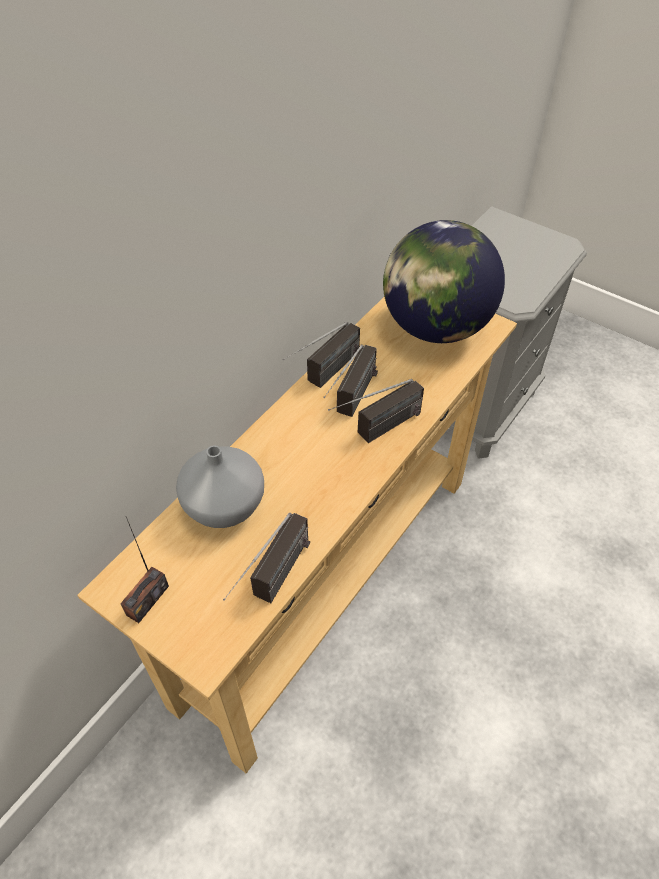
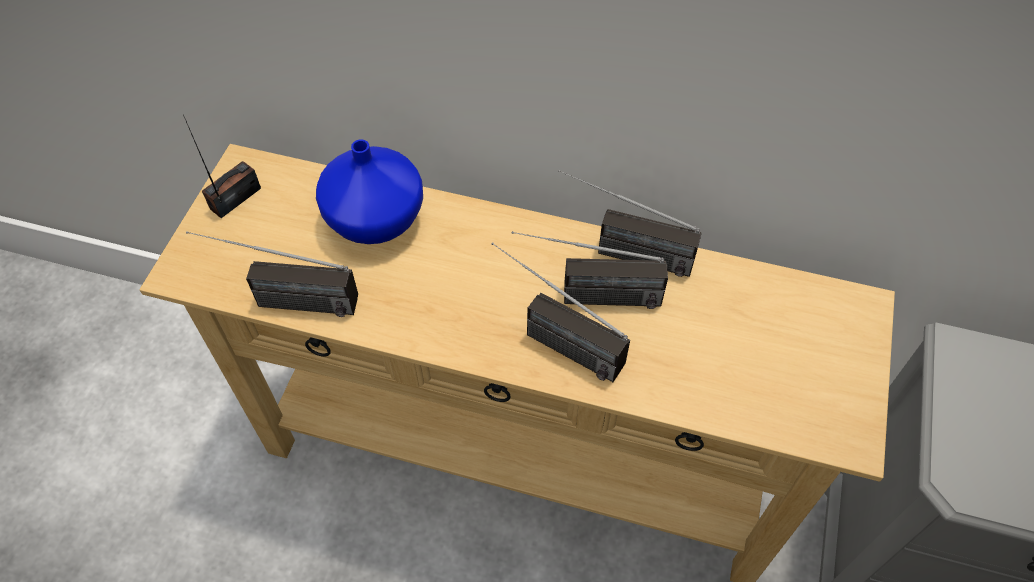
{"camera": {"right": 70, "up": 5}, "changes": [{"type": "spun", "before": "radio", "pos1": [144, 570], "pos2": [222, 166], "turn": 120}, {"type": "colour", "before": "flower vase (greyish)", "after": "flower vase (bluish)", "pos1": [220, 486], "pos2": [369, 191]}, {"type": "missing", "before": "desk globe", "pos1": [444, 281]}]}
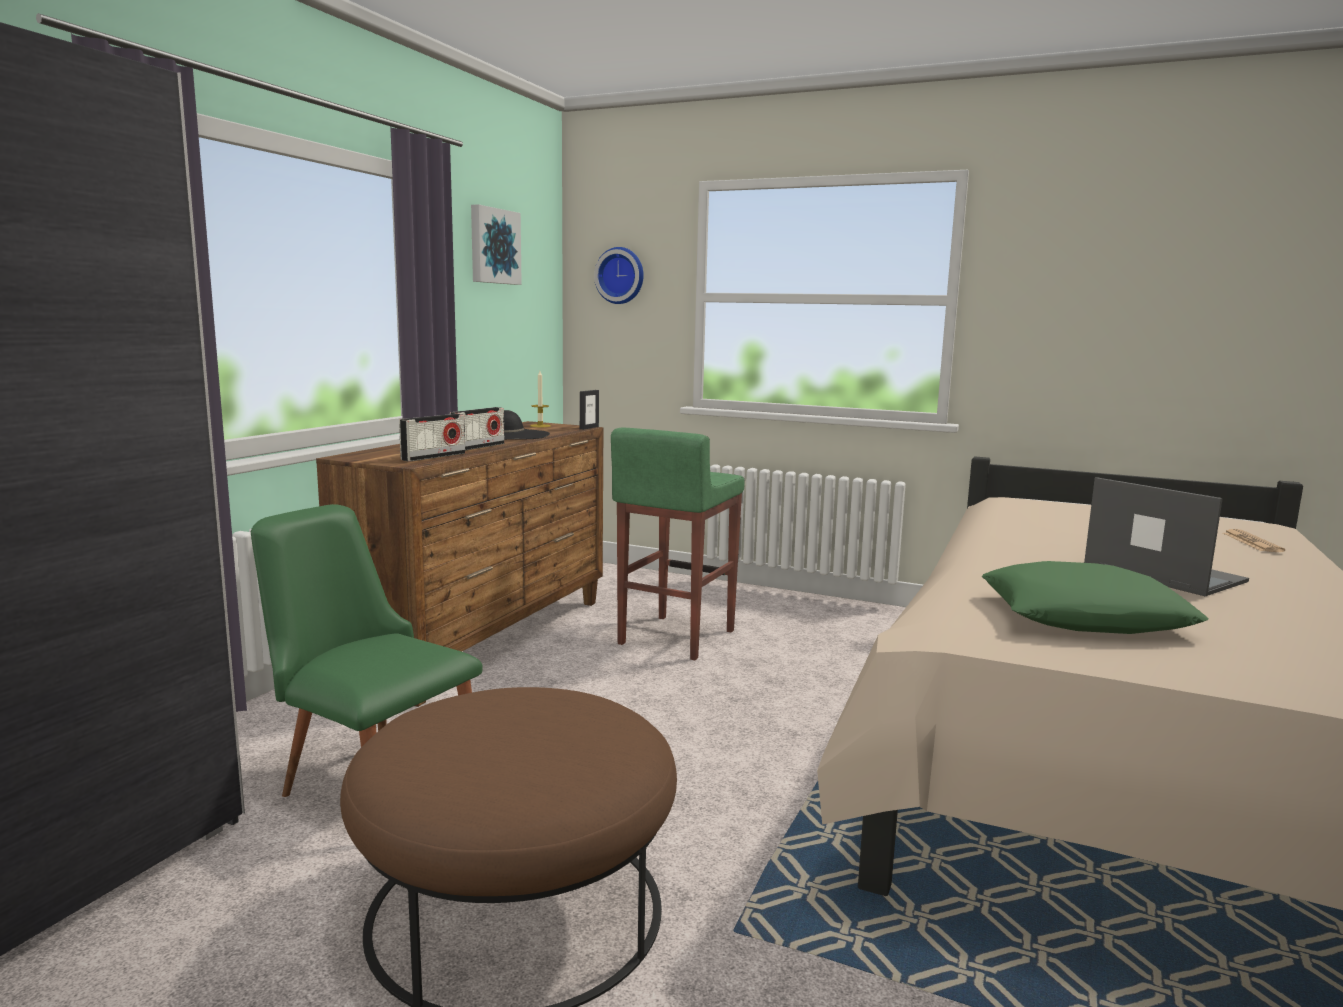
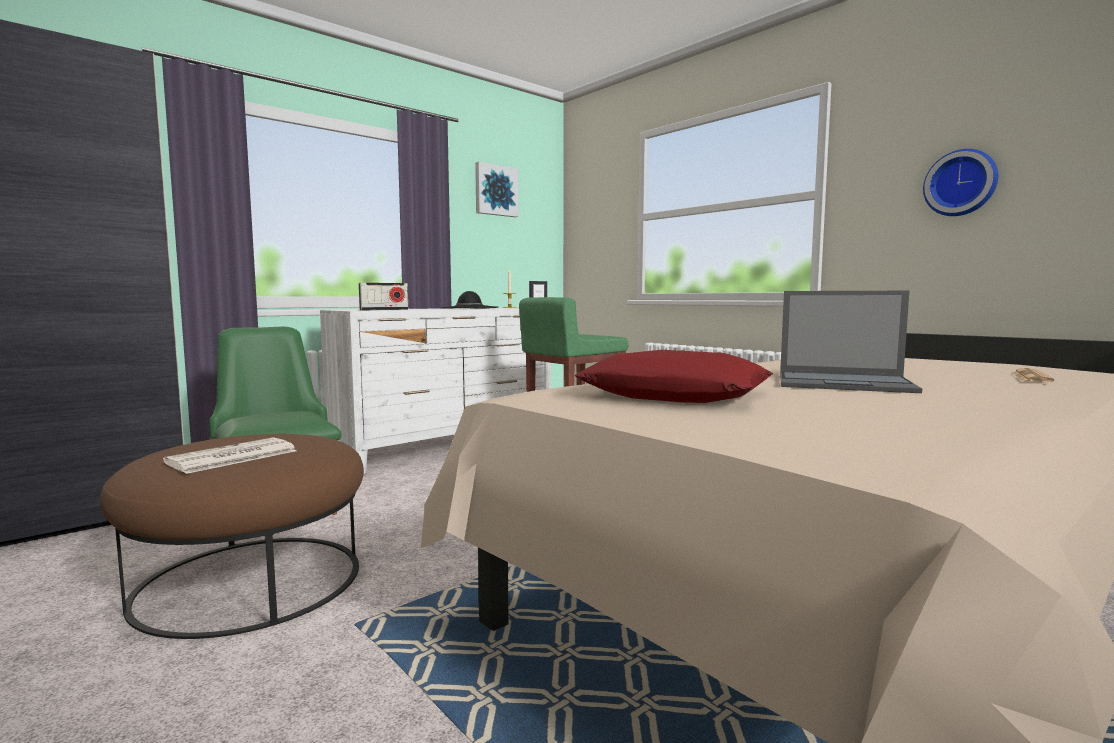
{"camera": {"right": 25, "up": -5}, "changes": [{"type": "appeared", "after": "printed paper", "pos2": [229, 455]}, {"type": "colour", "before": "drawer chest (brownish)", "after": "drawer chest (white)", "pos1": [459, 564], "pos2": [435, 391]}, {"type": "colour", "before": "pillow (greenish)", "after": "pillow (red-coloured)", "pos1": [1095, 597], "pos2": [674, 376]}, {"type": "spun", "before": "laptop", "pos1": [1166, 536], "pos2": [851, 342], "turn": 120}, {"type": "relocated", "before": "wall clock", "pos1": [619, 275], "pos2": [960, 182]}, {"type": "missing", "before": "radio", "pos1": [477, 428]}]}
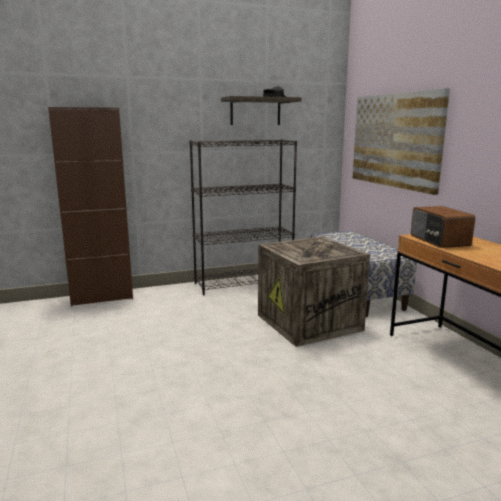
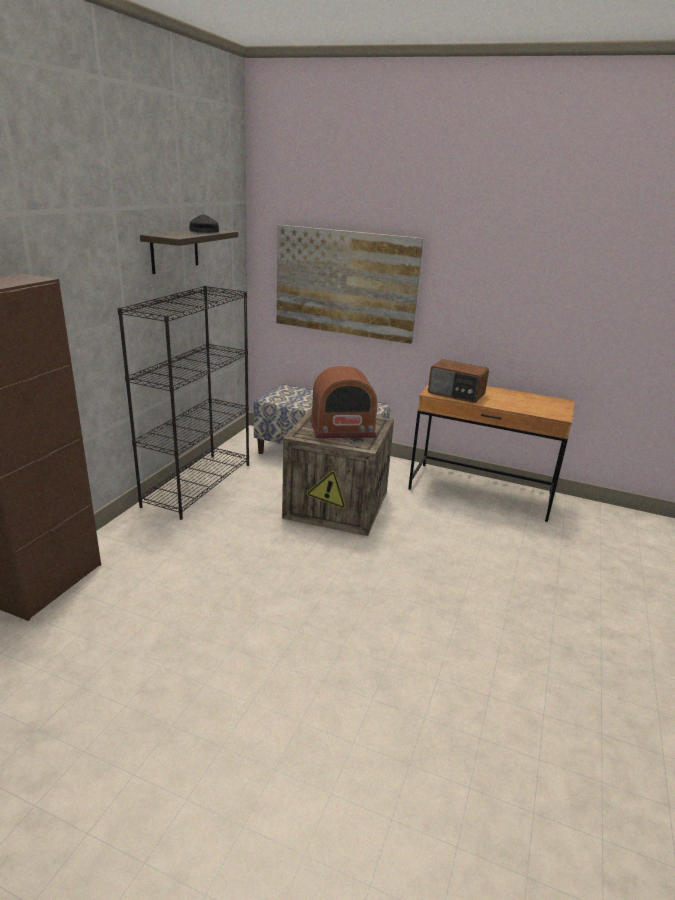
{"camera": {"right": -50, "up": 10}, "changes": [{"type": "appeared", "after": "radio", "pos2": [343, 402]}]}
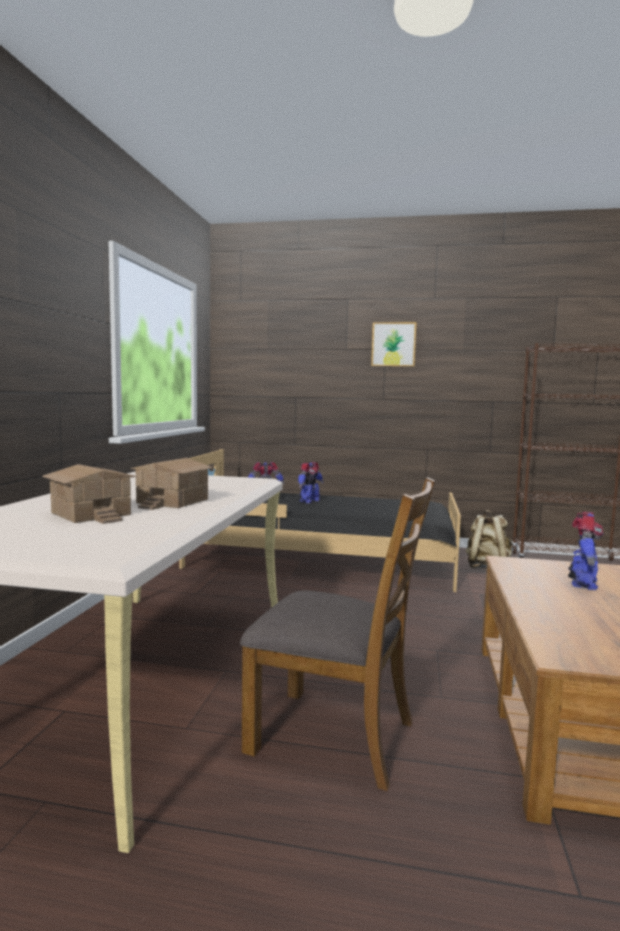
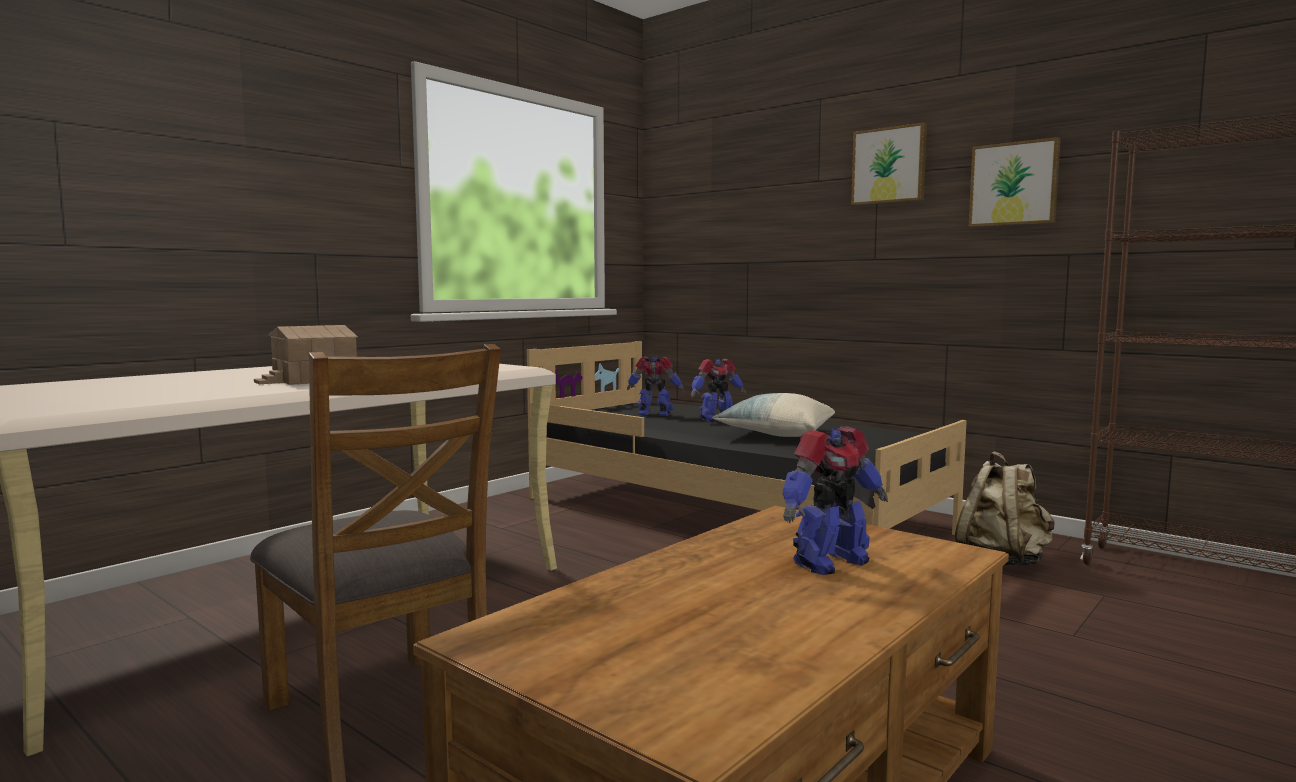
{"camera": {"right": 30, "up": 0}, "changes": [{"type": "appeared", "after": "pillow", "pos2": [773, 415]}, {"type": "appeared", "after": "picture", "pos2": [1015, 182]}, {"type": "missing", "before": "model house", "pos1": [89, 494]}]}
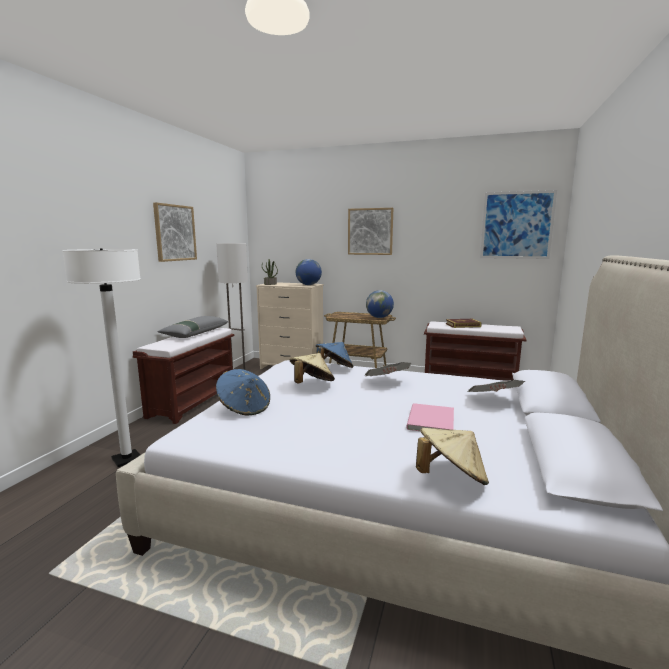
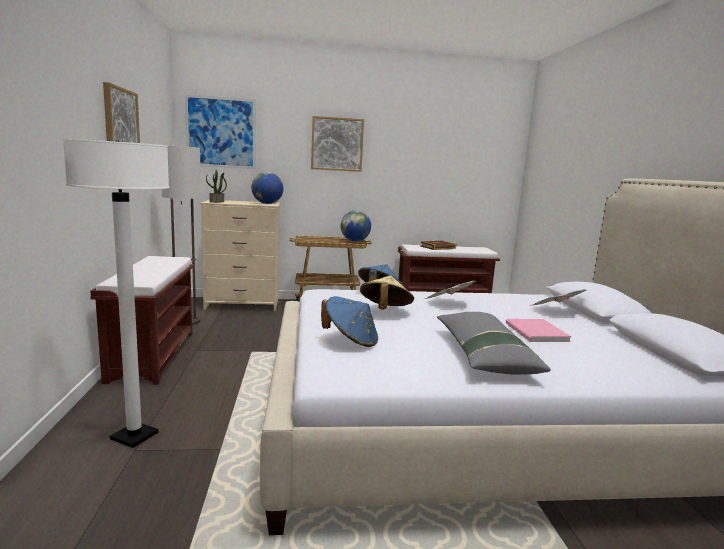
{"camera": {"right": -25, "up": 0}, "changes": [{"type": "relocated", "before": "picture", "pos1": [518, 224], "pos2": [220, 131]}, {"type": "relocated", "before": "pillow (greyish)", "pos1": [192, 327], "pos2": [494, 343]}, {"type": "missing", "before": "wearable hat (beige)", "pos1": [452, 456]}]}
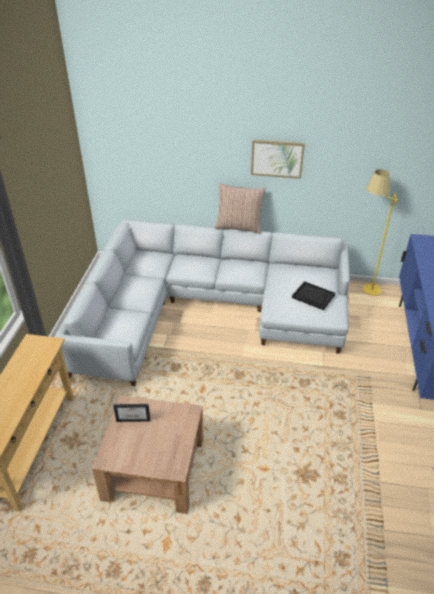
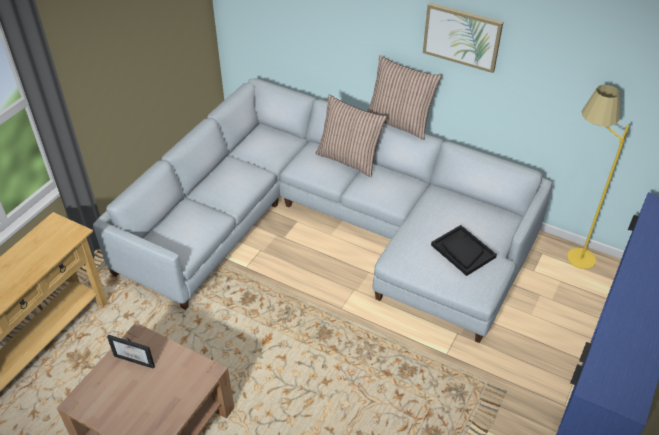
{"camera": {"right": 20, "up": 5}, "changes": [{"type": "appeared", "after": "pillow", "pos2": [351, 136]}]}
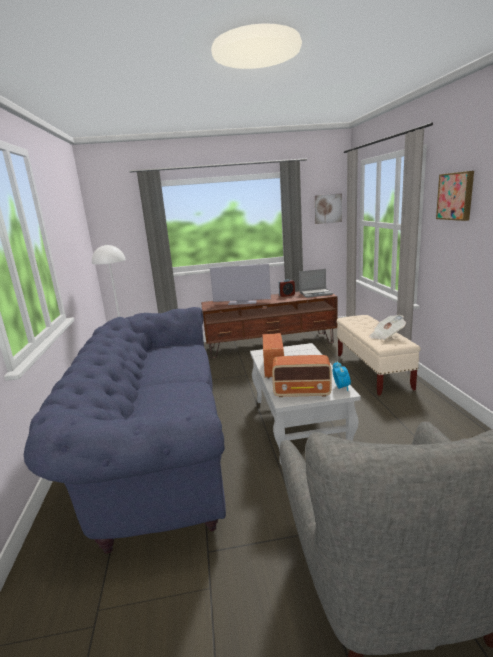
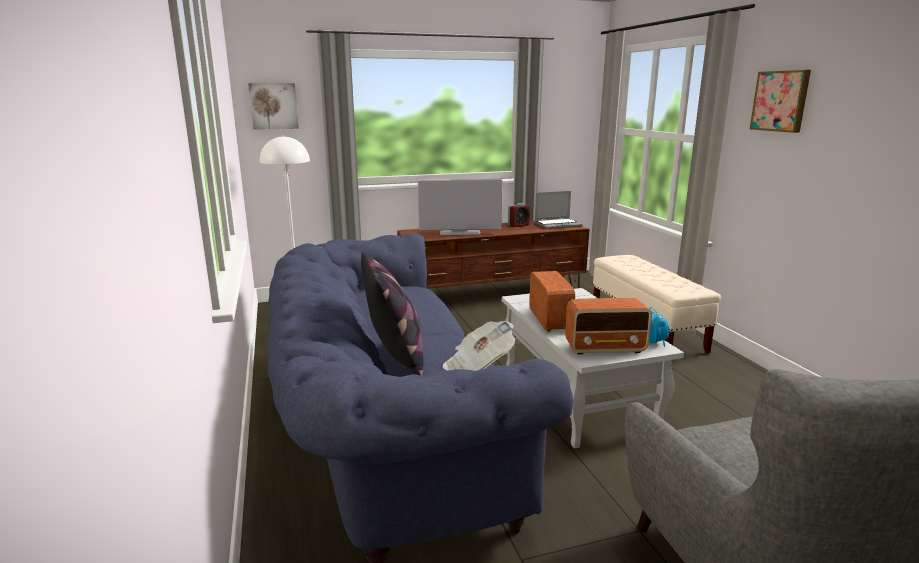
{"camera": {"right": -10, "up": 0}, "changes": [{"type": "relocated", "before": "picture", "pos1": [328, 208], "pos2": [273, 106]}, {"type": "appeared", "after": "pillow", "pos2": [392, 314]}, {"type": "relocated", "before": "printed paper", "pos1": [387, 327], "pos2": [479, 346]}]}
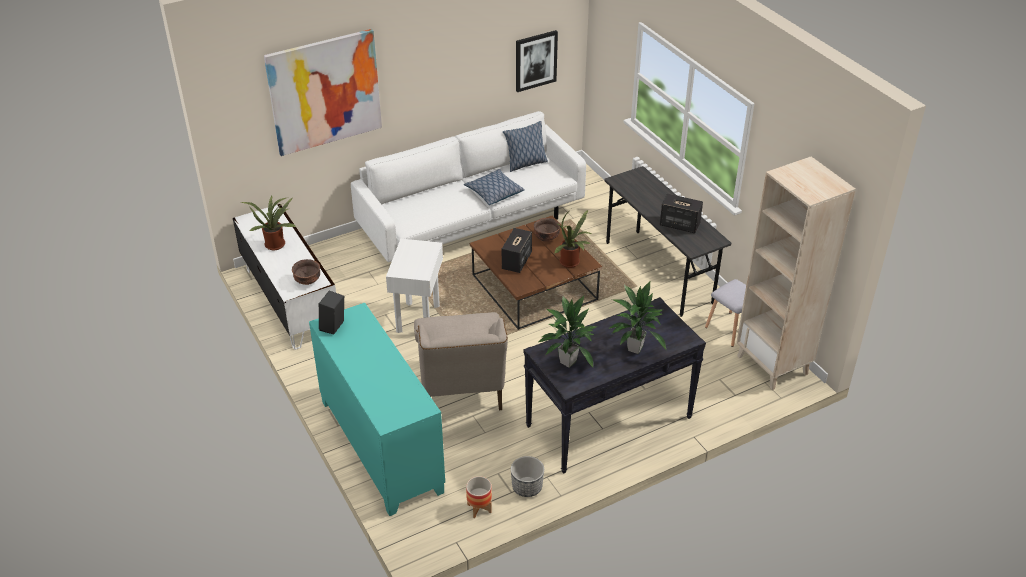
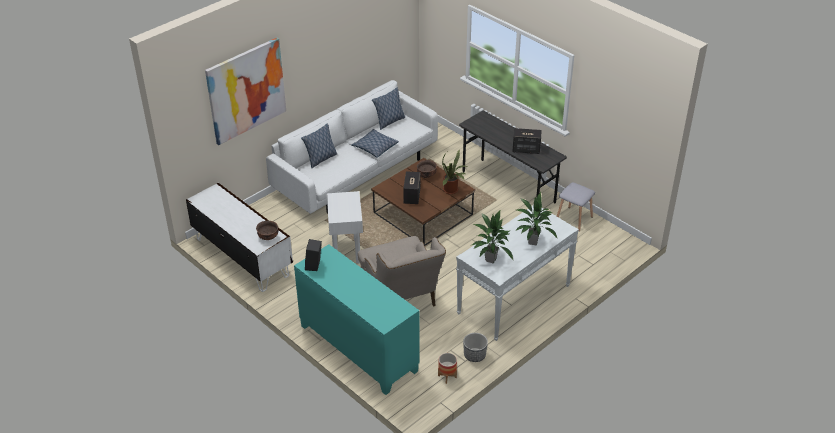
{"camera": {"right": -15, "up": 0}, "changes": [{"type": "appeared", "after": "pillow", "pos2": [319, 145]}, {"type": "colour", "before": "narrow table (black)", "after": "narrow table (white)", "pos1": [615, 385], "pos2": [517, 273]}, {"type": "missing", "before": "potted plant", "pos1": [268, 223]}, {"type": "missing", "before": "picture", "pos1": [537, 61]}, {"type": "missing", "before": "bookshelf (beige)", "pos1": [796, 273]}]}
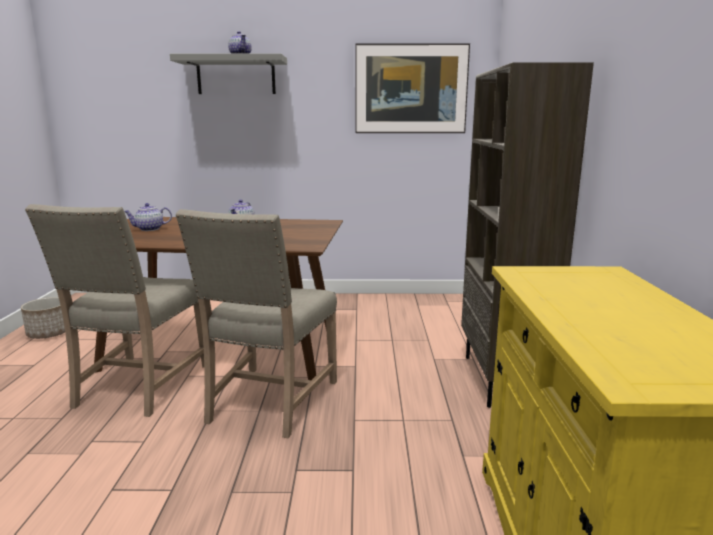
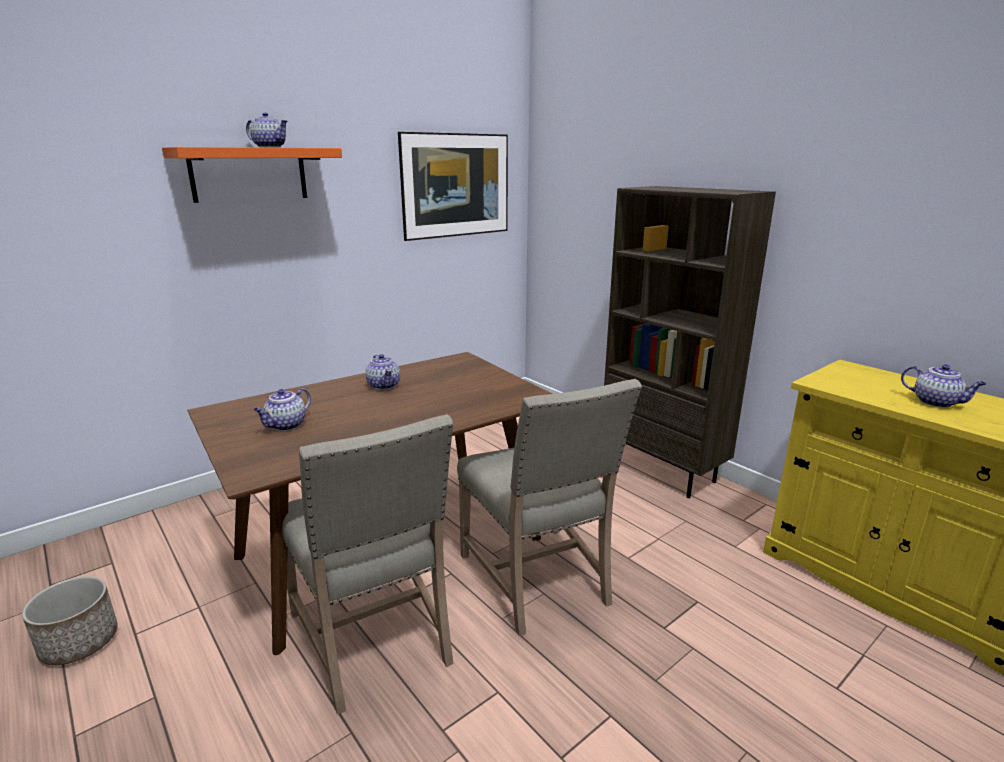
{"camera": {"right": -40, "up": 5}, "changes": [{"type": "colour", "before": "shelf (greyish)", "after": "shelf (orangey)", "pos1": [228, 74], "pos2": [252, 175]}, {"type": "appeared", "after": "pot for tea", "pos2": [943, 386]}]}
